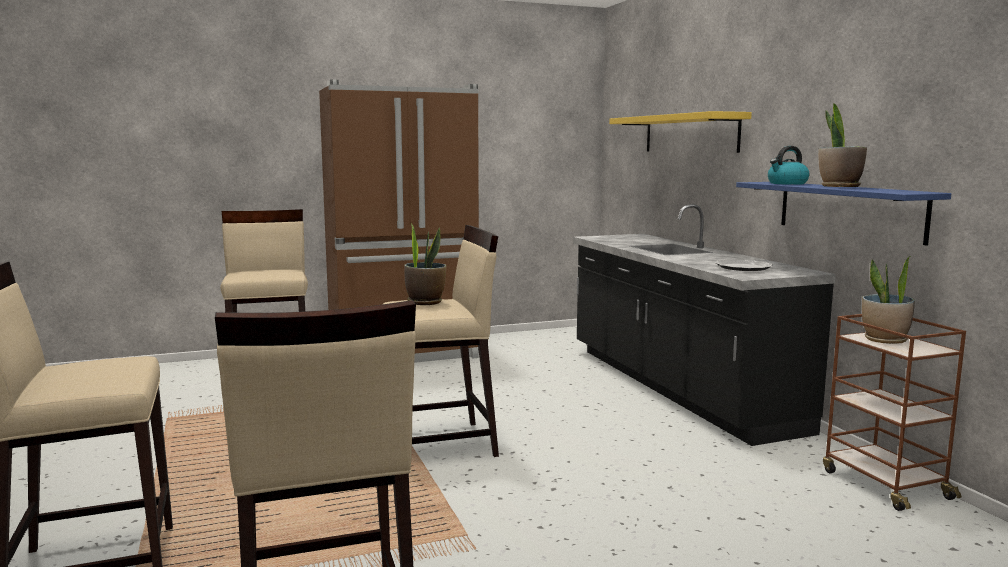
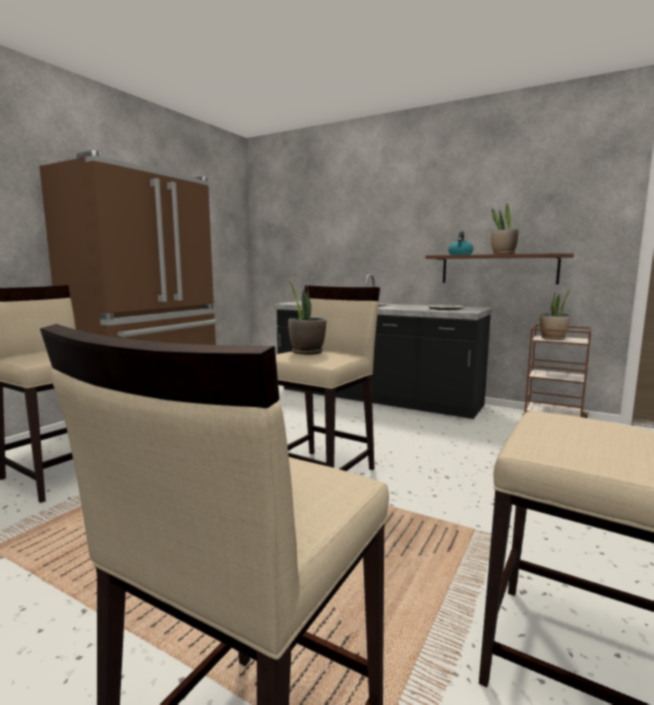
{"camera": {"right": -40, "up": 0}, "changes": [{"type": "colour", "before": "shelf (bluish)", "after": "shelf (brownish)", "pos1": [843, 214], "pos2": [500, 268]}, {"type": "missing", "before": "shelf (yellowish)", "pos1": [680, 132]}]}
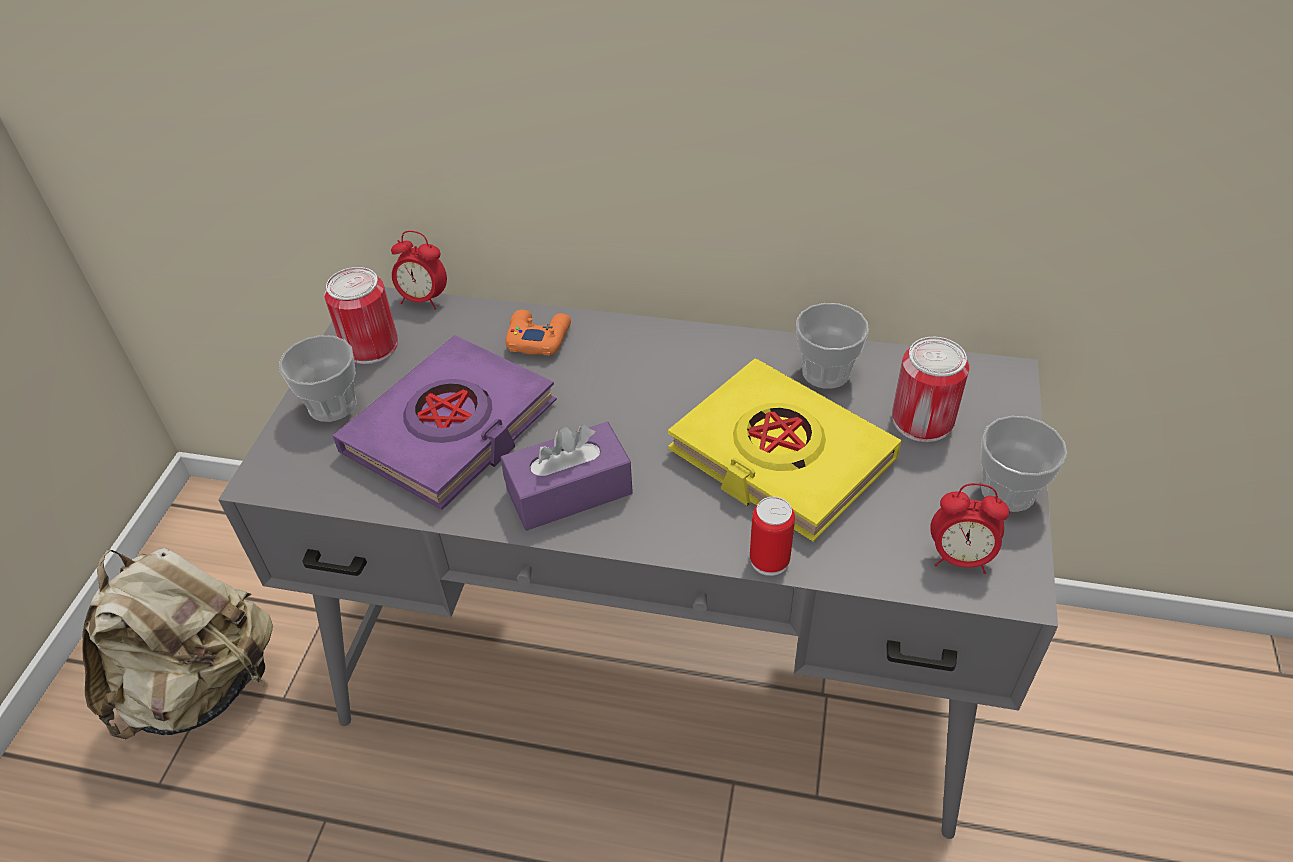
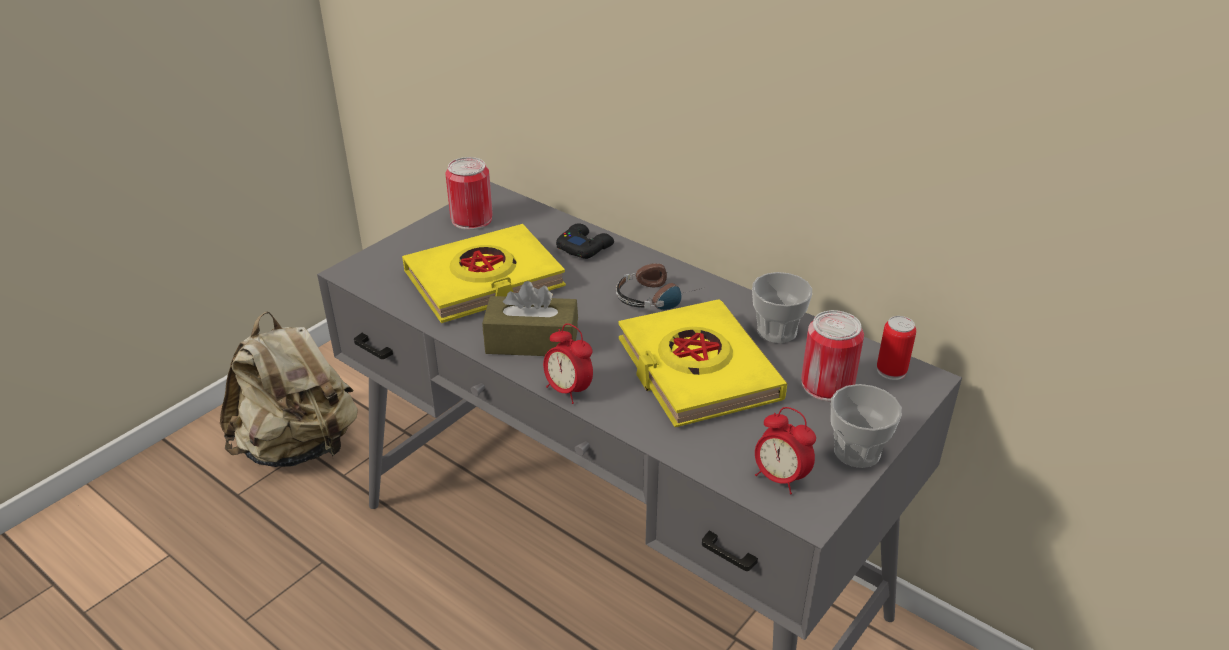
{"camera": {"right": 25, "up": -10}, "changes": [{"type": "colour", "before": "bound book (purple)", "after": "bound book (yellowish)", "pos1": [445, 422], "pos2": [484, 273]}, {"type": "colour", "before": "tissue box (purple)", "after": "tissue box (brownish)", "pos1": [567, 476], "pos2": [530, 318]}, {"type": "relocated", "before": "alarm clock", "pos1": [419, 270], "pos2": [568, 363]}, {"type": "colour", "before": "joypad (orangey)", "after": "joypad (black)", "pos1": [538, 332], "pos2": [585, 241]}, {"type": "appeared", "after": "headphones", "pos2": [661, 286]}, {"type": "relocated", "before": "sealed can", "pos1": [772, 536], "pos2": [896, 348]}, {"type": "missing", "before": "cup", "pos1": [318, 378]}]}
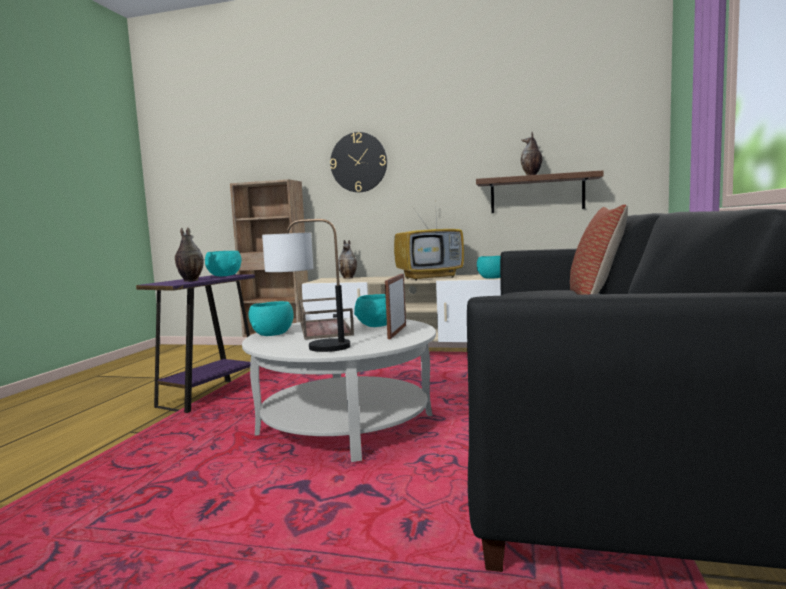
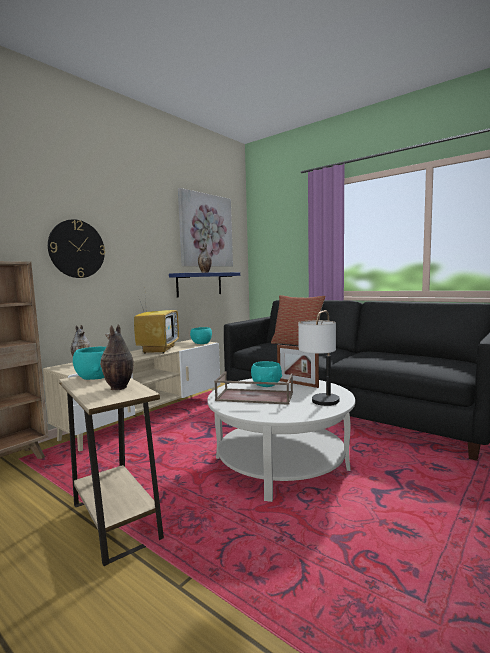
{"camera": {"right": -65, "up": 0}, "changes": [{"type": "colour", "before": "accent table (purple)", "after": "accent table (beige)", "pos1": [195, 343], "pos2": [111, 471]}, {"type": "colour", "before": "shelf (brownish)", "after": "shelf (bluish)", "pos1": [540, 191], "pos2": [204, 284]}, {"type": "appeared", "after": "picture", "pos2": [205, 227]}, {"type": "missing", "before": "bowl (turquoise-coloured)", "pos1": [271, 318]}]}
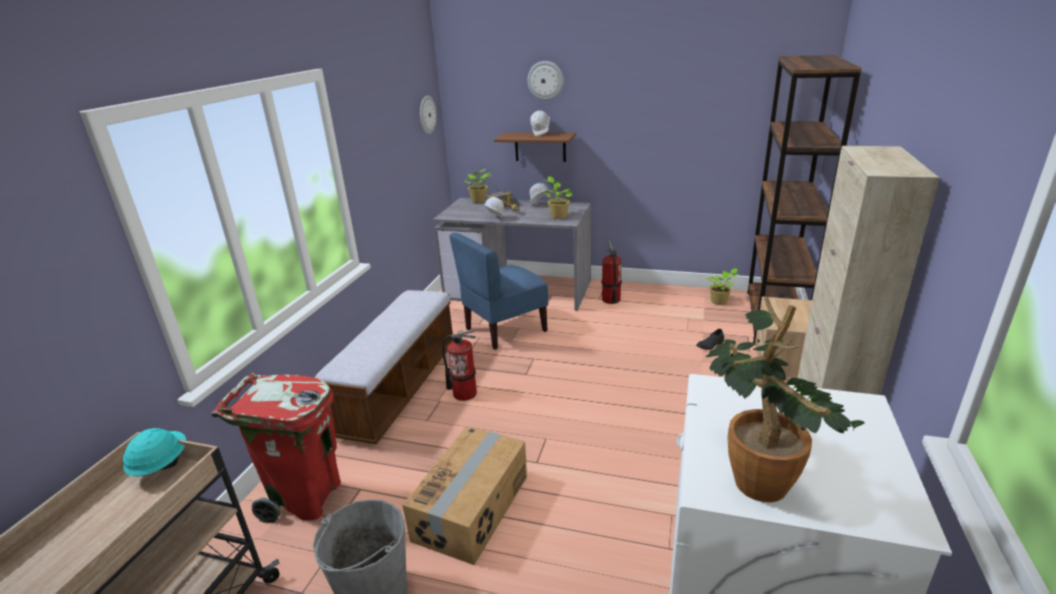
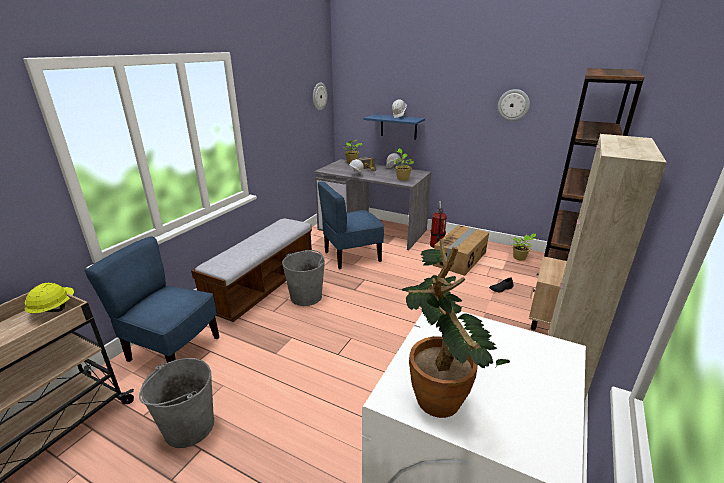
{"camera": {"right": 10, "up": 0}, "changes": [{"type": "colour", "before": "safety helmet (turquoise-coloured)", "after": "safety helmet (yellowish)", "pos1": [154, 452], "pos2": [49, 298]}, {"type": "exchanged", "before": "rubbish bin (red-coloured)", "after": "chair (bluish)", "pos1": [276, 448], "pos2": [152, 300]}, {"type": "exchanged", "before": "fire-fighting cylinder", "after": "water bucket (greyish)", "pos1": [459, 365], "pos2": [303, 278]}, {"type": "colour", "before": "shelf (brownish)", "after": "shelf (bluish)", "pos1": [535, 147], "pos2": [394, 127]}, {"type": "relocated", "before": "carton", "pos1": [464, 495], "pos2": [461, 250]}, {"type": "relocated", "before": "wall clock", "pos1": [545, 81], "pos2": [514, 105]}]}
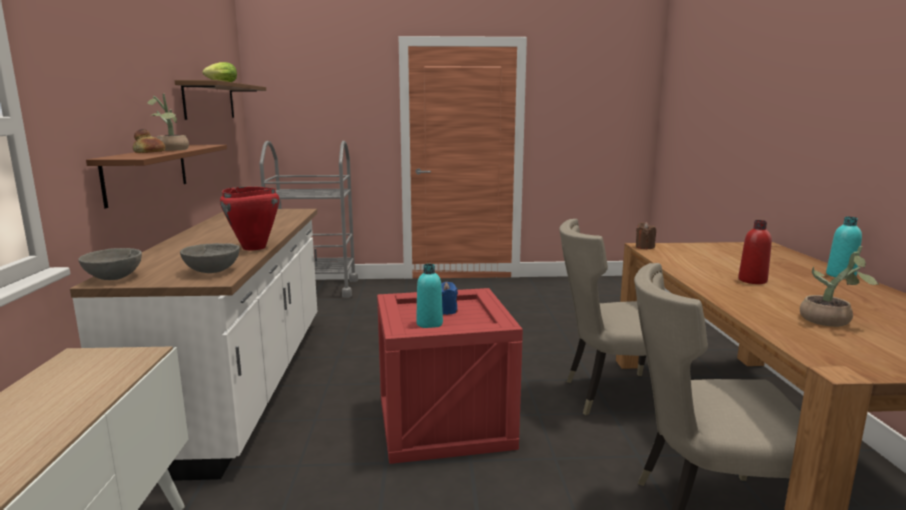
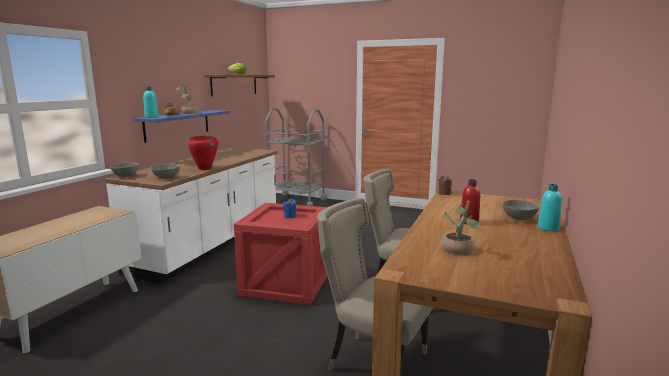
{"camera": {"right": 25, "up": 0}, "changes": [{"type": "colour", "before": "shelf (brownish)", "after": "shelf (bluish)", "pos1": [156, 177], "pos2": [182, 126]}, {"type": "relocated", "before": "bottle (turquoise-coloured)", "pos1": [429, 296], "pos2": [151, 102]}, {"type": "appeared", "after": "bowl (greyish)", "pos2": [521, 210]}]}
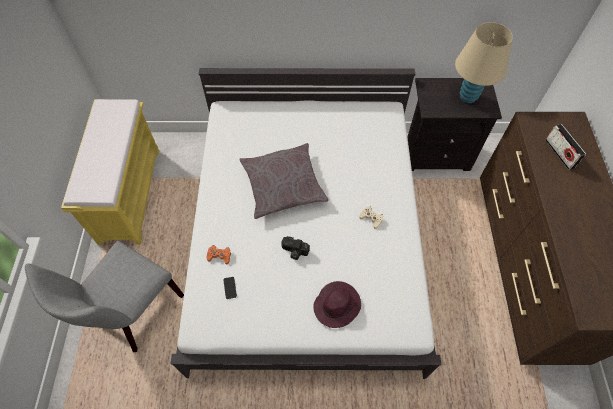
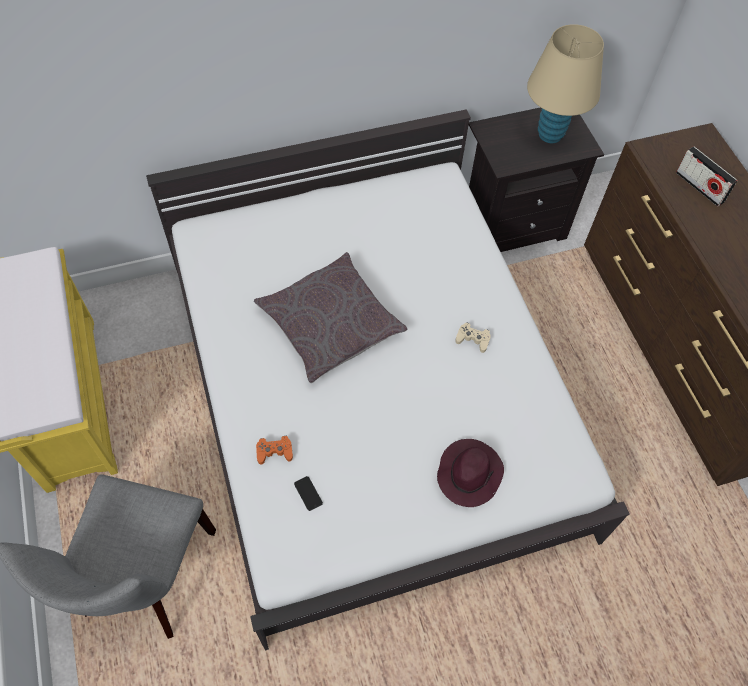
{"camera": {"right": -20, "up": 0}, "changes": [{"type": "missing", "before": "photo camera", "pos1": [295, 248]}]}
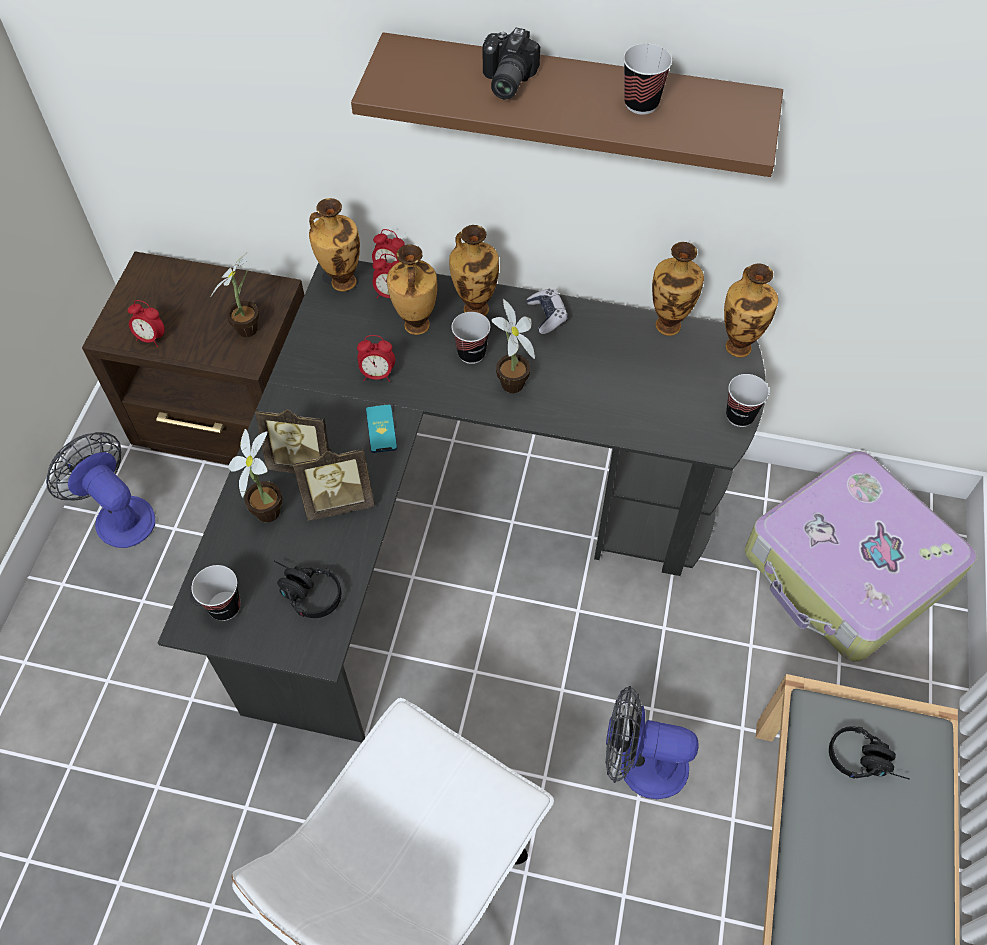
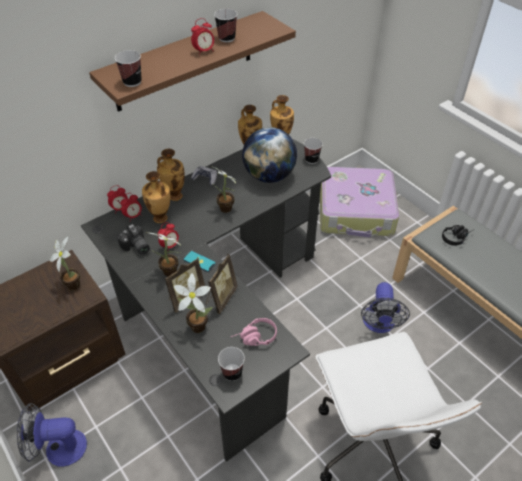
{"camera": {"right": -50, "up": -10}, "changes": [{"type": "relocated", "before": "cup", "pos1": [471, 338], "pos2": [128, 68]}, {"type": "relocated", "before": "photo camera", "pos1": [511, 63], "pos2": [133, 239]}, {"type": "appeared", "after": "potted plant", "pos2": [165, 255]}, {"type": "relocated", "before": "alarm clock", "pos1": [146, 323], "pos2": [202, 36]}, {"type": "colour", "before": "headphones (black)", "after": "headphones (pinkish)", "pos1": [307, 589], "pos2": [254, 332]}, {"type": "appeared", "after": "desk globe", "pos2": [269, 155]}, {"type": "spun", "before": "cooling fan", "pos1": [652, 742], "pos2": [385, 307], "turn": -45}, {"type": "missing", "before": "flower vase", "pos1": [334, 245]}]}
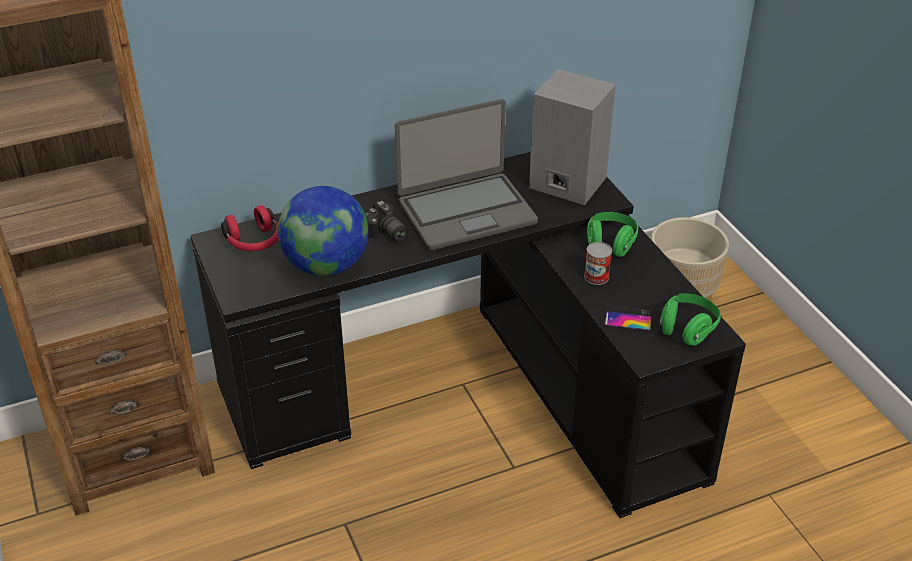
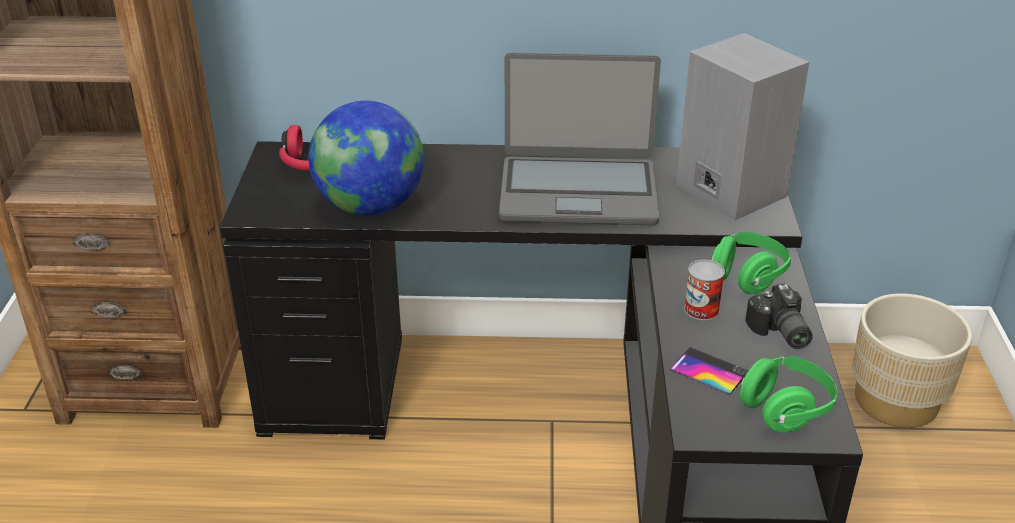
{"camera": {"right": 25, "up": -5}, "changes": [{"type": "relocated", "before": "photo camera", "pos1": [386, 220], "pos2": [779, 316]}]}
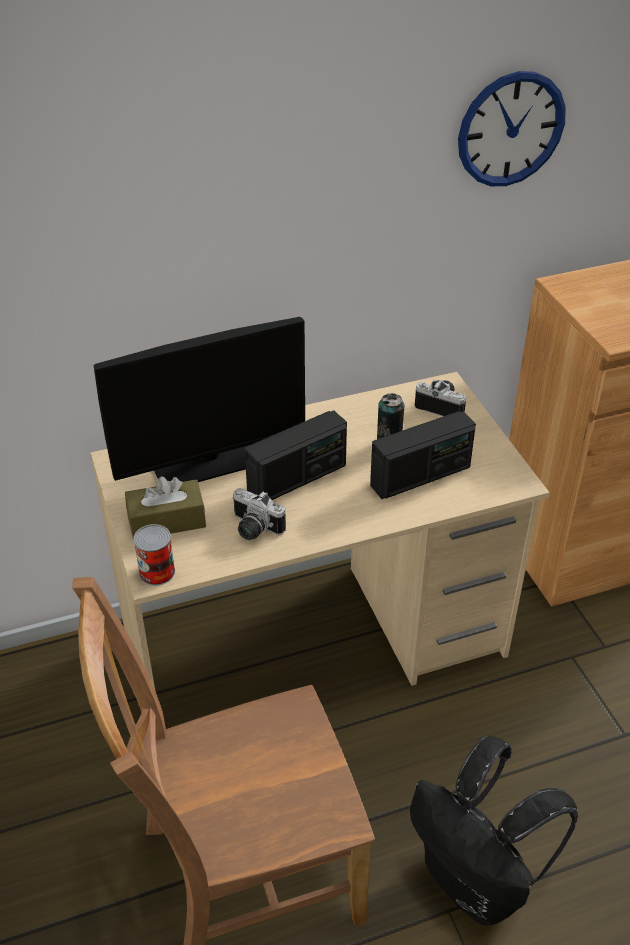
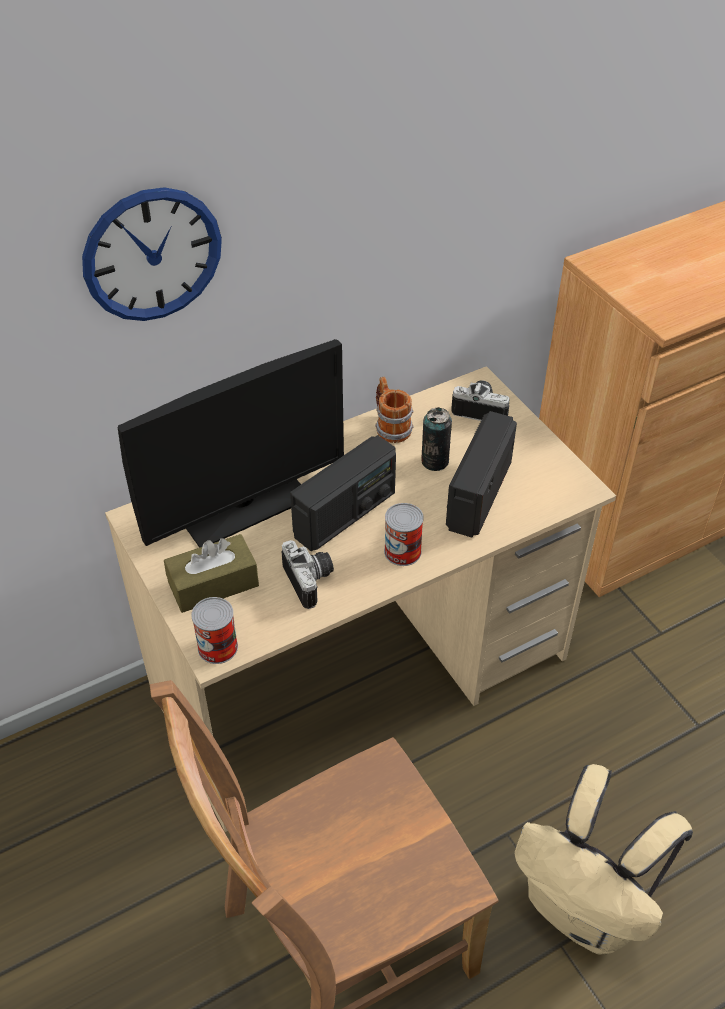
{"camera": {"right": -10, "up": 5}, "changes": [{"type": "relocated", "before": "wall clock", "pos1": [512, 128], "pos2": [152, 254]}, {"type": "spun", "before": "photo camera", "pos1": [259, 514], "pos2": [308, 574], "turn": -135}, {"type": "appeared", "after": "tea mug", "pos2": [394, 410]}, {"type": "appeared", "after": "sealed can", "pos2": [404, 534]}, {"type": "spun", "before": "radio", "pos1": [423, 455], "pos2": [481, 474], "turn": 150}, {"type": "colour", "before": "rucksack (black)", "after": "rucksack (beige)", "pos1": [494, 830], "pos2": [603, 859]}]}
